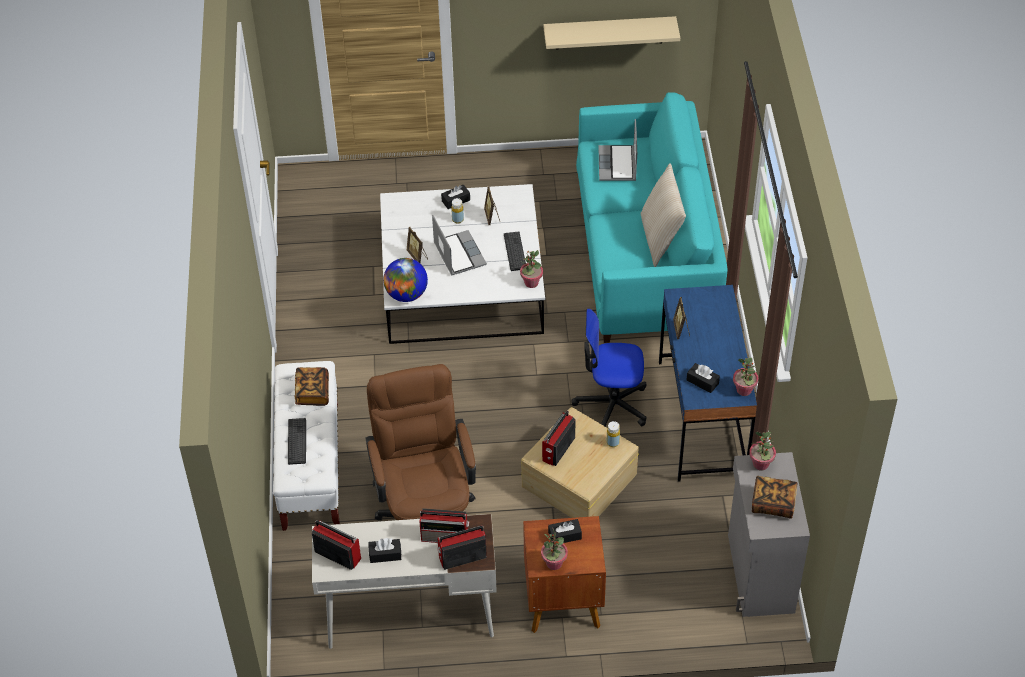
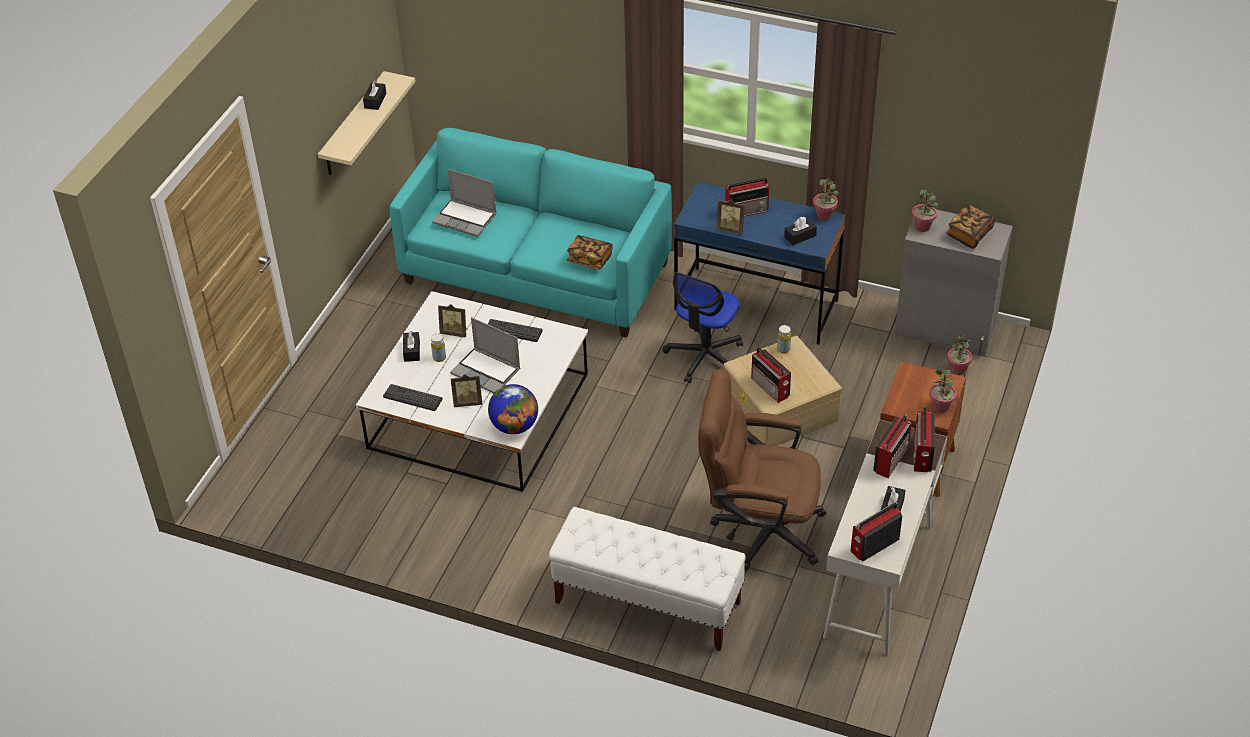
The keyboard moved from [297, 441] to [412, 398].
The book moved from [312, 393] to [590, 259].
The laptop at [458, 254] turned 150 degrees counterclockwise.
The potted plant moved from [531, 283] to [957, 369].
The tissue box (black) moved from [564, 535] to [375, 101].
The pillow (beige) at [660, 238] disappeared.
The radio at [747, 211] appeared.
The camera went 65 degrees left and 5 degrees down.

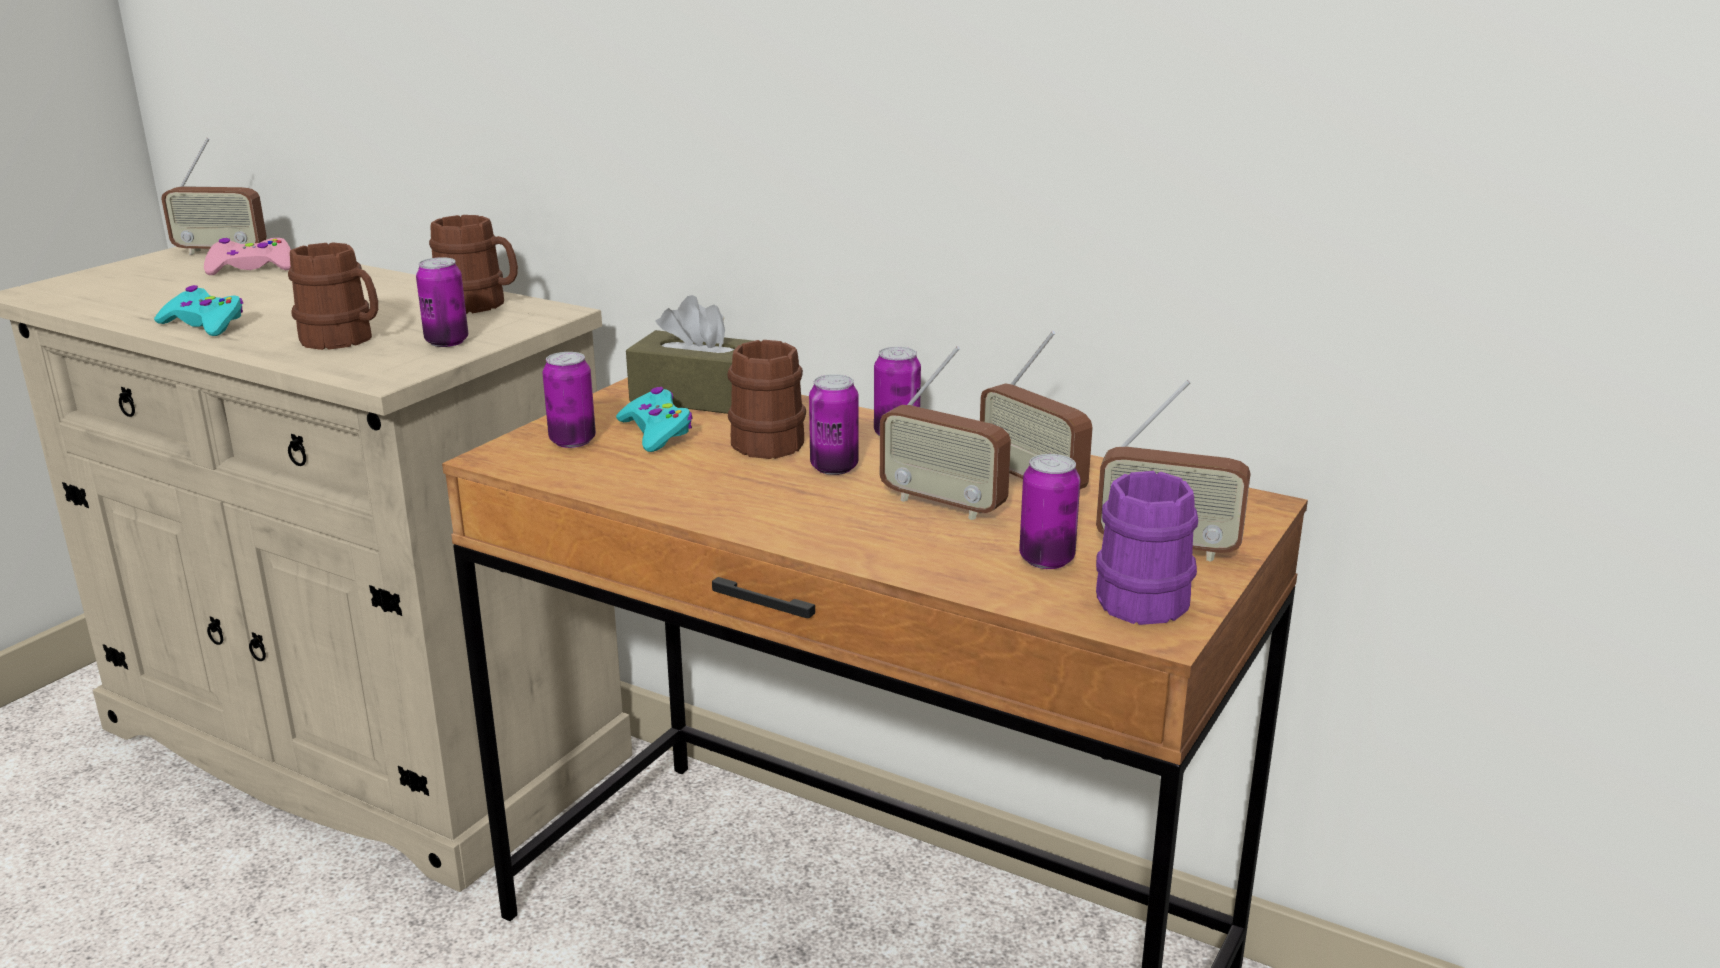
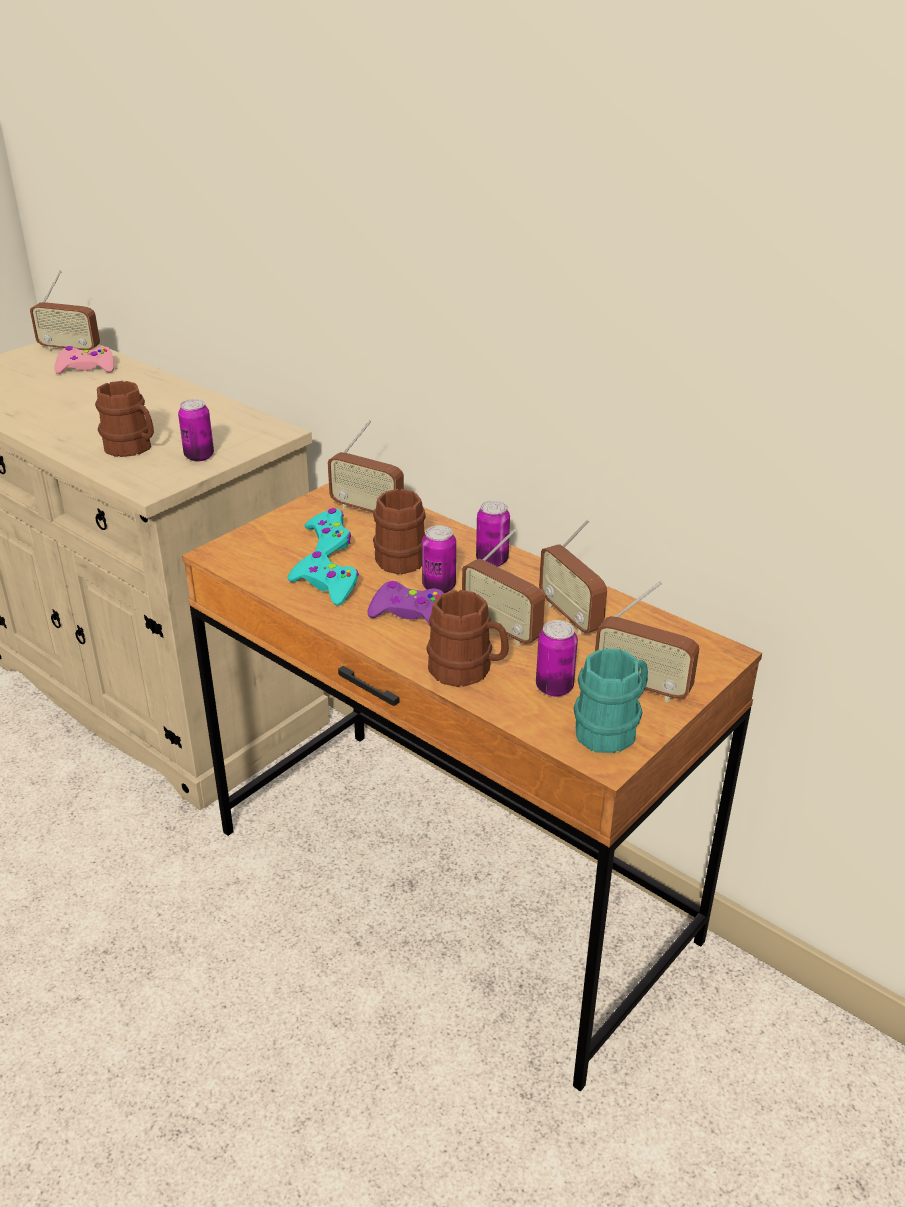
The game controller (turquoise) moved from [204, 324] to [326, 586].
The mug (brown) moved from [479, 305] to [467, 671].
The can at [572, 441] disappeared.
The tissue box (brown) at [699, 397] was replaced by the radio at [367, 510].
The mug (purple) at [1149, 596] became the mug (turquoise) at [612, 728].
The game controller (purple) at [409, 614] appeared.
The camera went 10 degrees right and 10 degrees up.

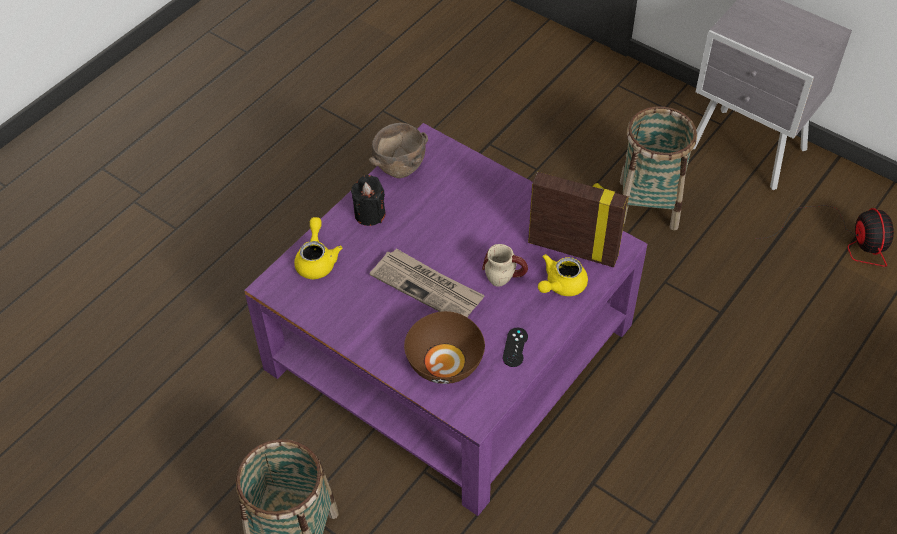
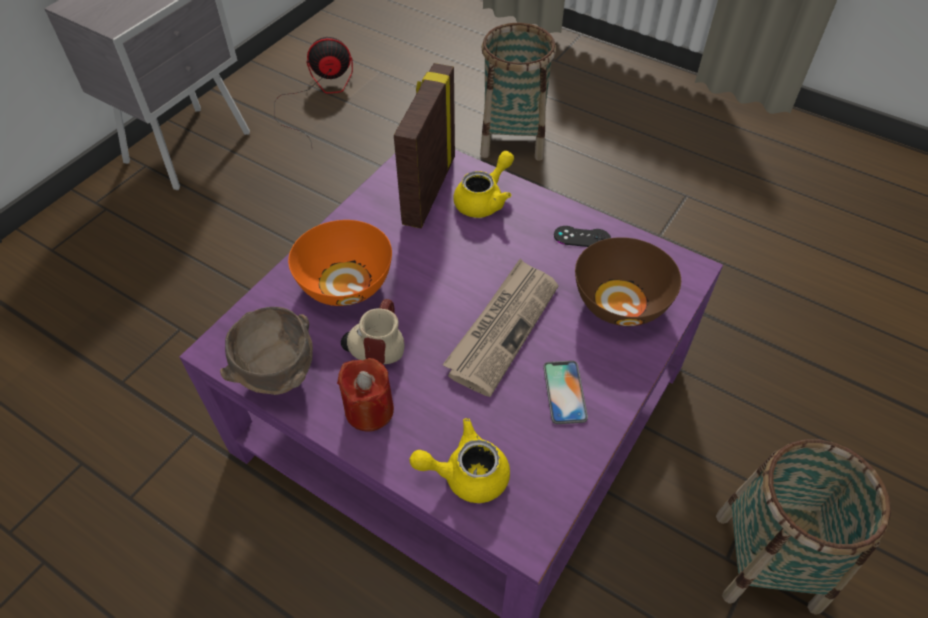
The candle (black) at [369, 214] became the candle (red) at [369, 410].
The mug moved from [506, 272] to [375, 345].
The teapot (yellow) at [561, 285] turned 90 degrees counterclockwise.
The basket moved from [648, 205] to [513, 138].
The bowl (orange) at [346, 282] appeared.
The phone at [564, 392] appeared.
The camera went 95 degrees left and 0 degrees up.

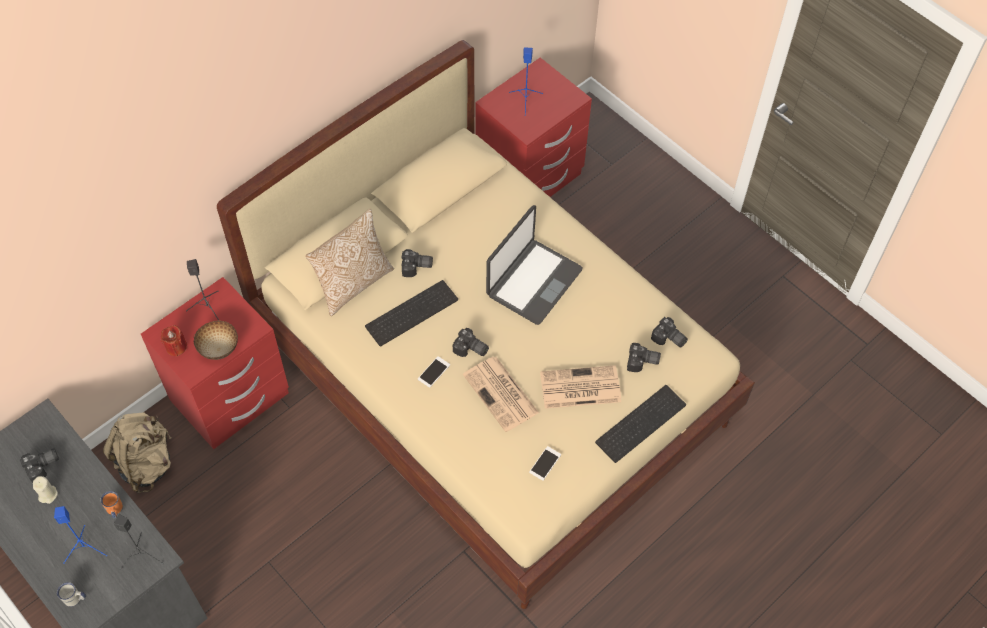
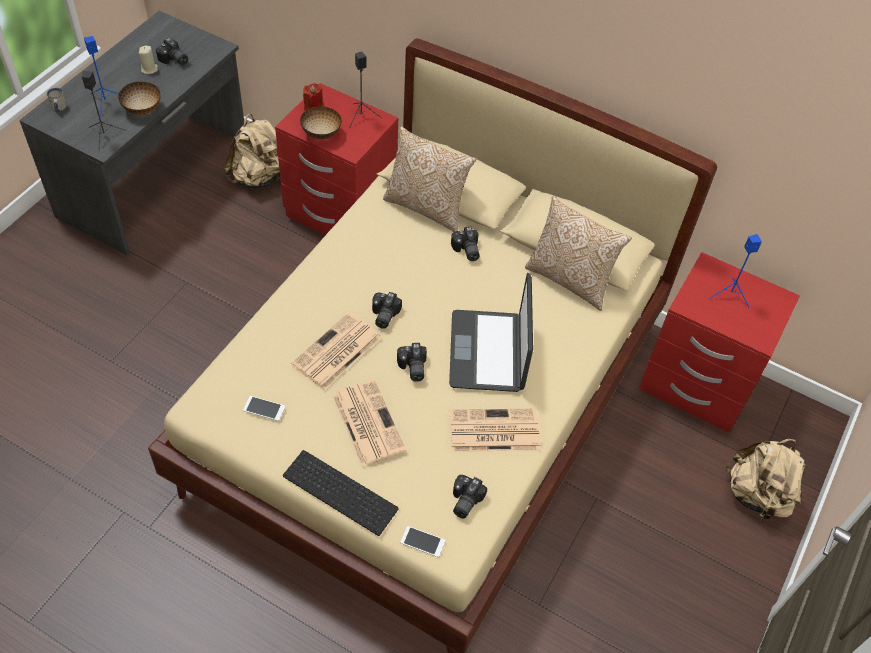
The mug (orange) at [115, 510] was replaced by the bowl at [142, 110].
The keyboard at [411, 311] disappeared.
The phone moved from [433, 372] to [422, 541].
The laptop at [533, 282] turned 75 degrees clockwise.
The photo camera moved from [642, 362] to [412, 368].
The newspaper at [493, 431] appeared.
The pillow at [570, 279] appeared.
The backpack (beige) at [757, 494] appeared.
The camera went 70 degrees right and 5 degrees down.

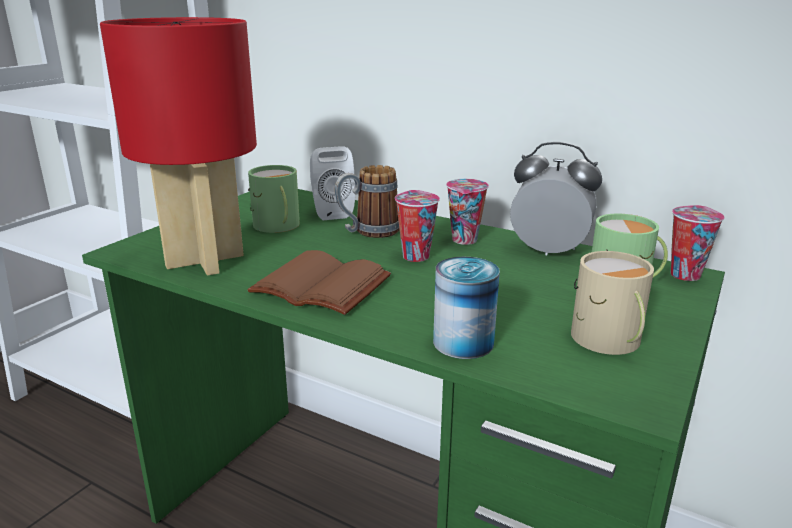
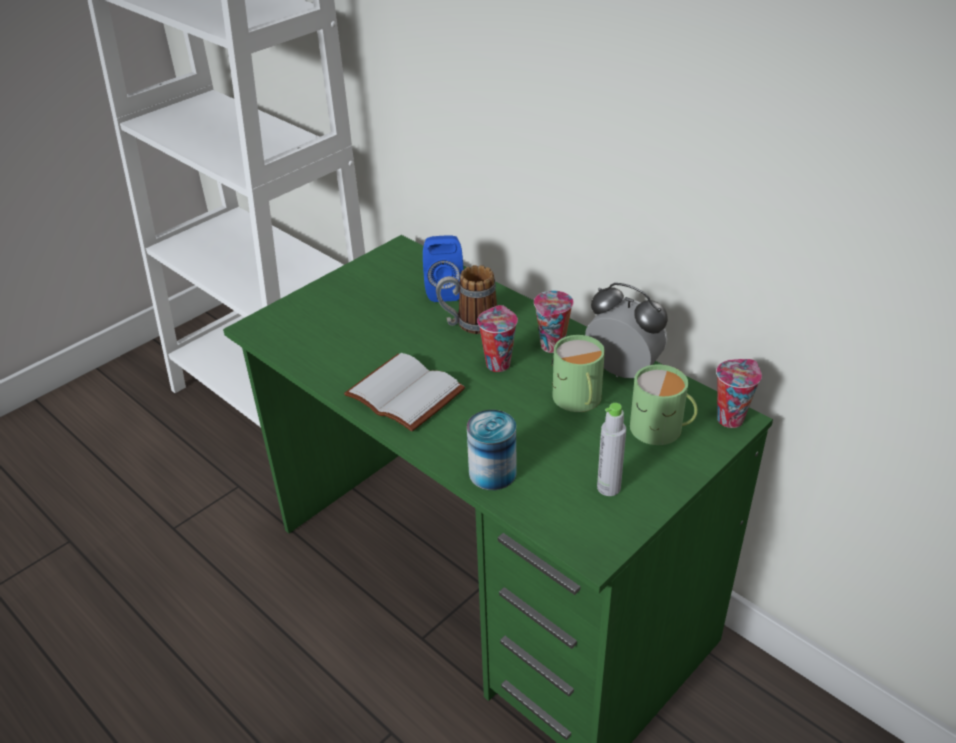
The table lamp (red) at [204, 260] disappeared.
The book (brown) at [317, 287] became the book (white) at [401, 395].
The mug (green) moved from [277, 226] to [578, 399].
The speaker (white) at [331, 212] became the speaker (blue) at [444, 290].
The mug (beige) at [609, 341] was replaced by the bottle (grey) at [608, 487].
The camera went 15 degrees right and 15 degrees up.

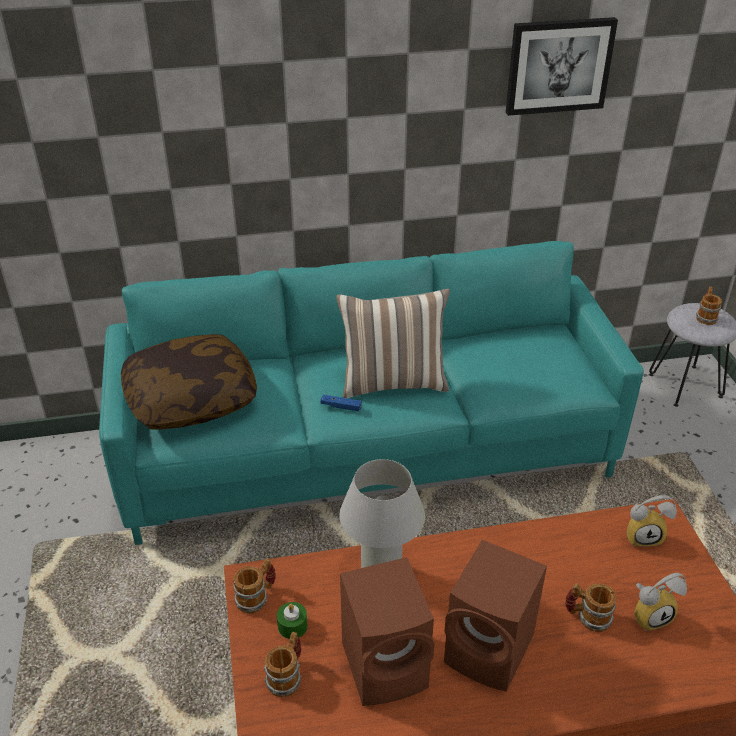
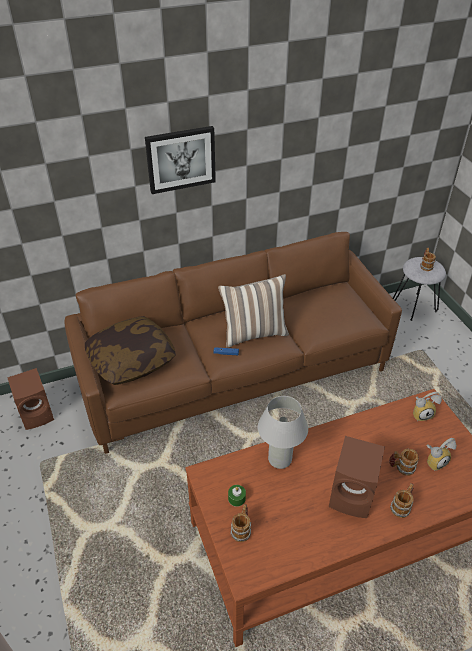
The sofa (turquoise) at [368, 457] became the sofa (brown) at [236, 377].
The mug moved from [257, 597] to [402, 506].
The speaker (brown) moved from [388, 665] to [38, 414].
The picture moved from [558, 65] to [180, 159].
The camera went 10 degrees left and 5 degrees up.

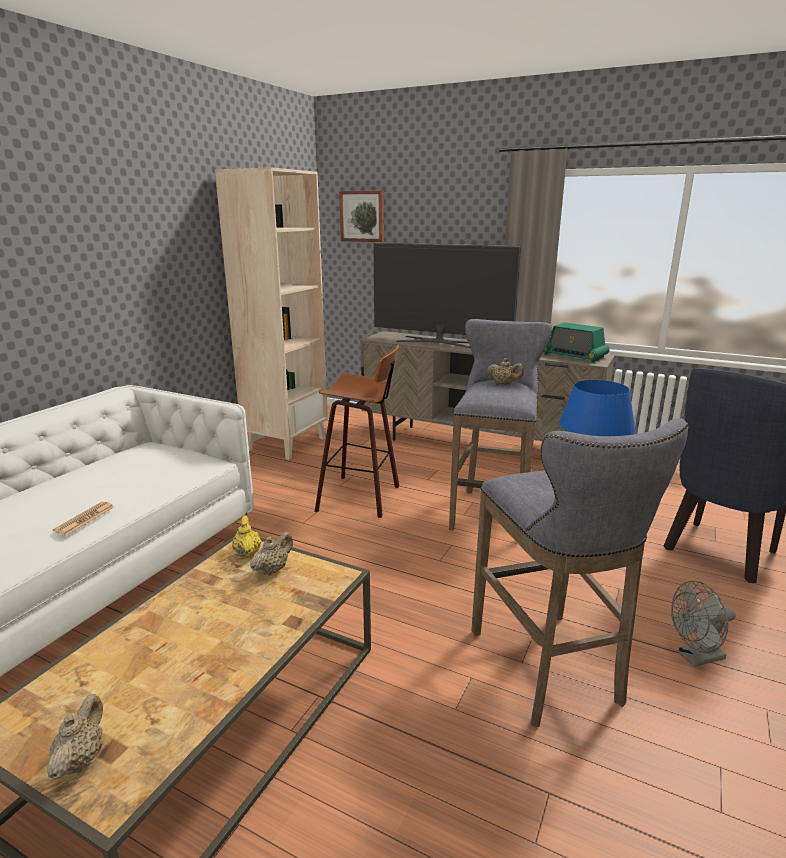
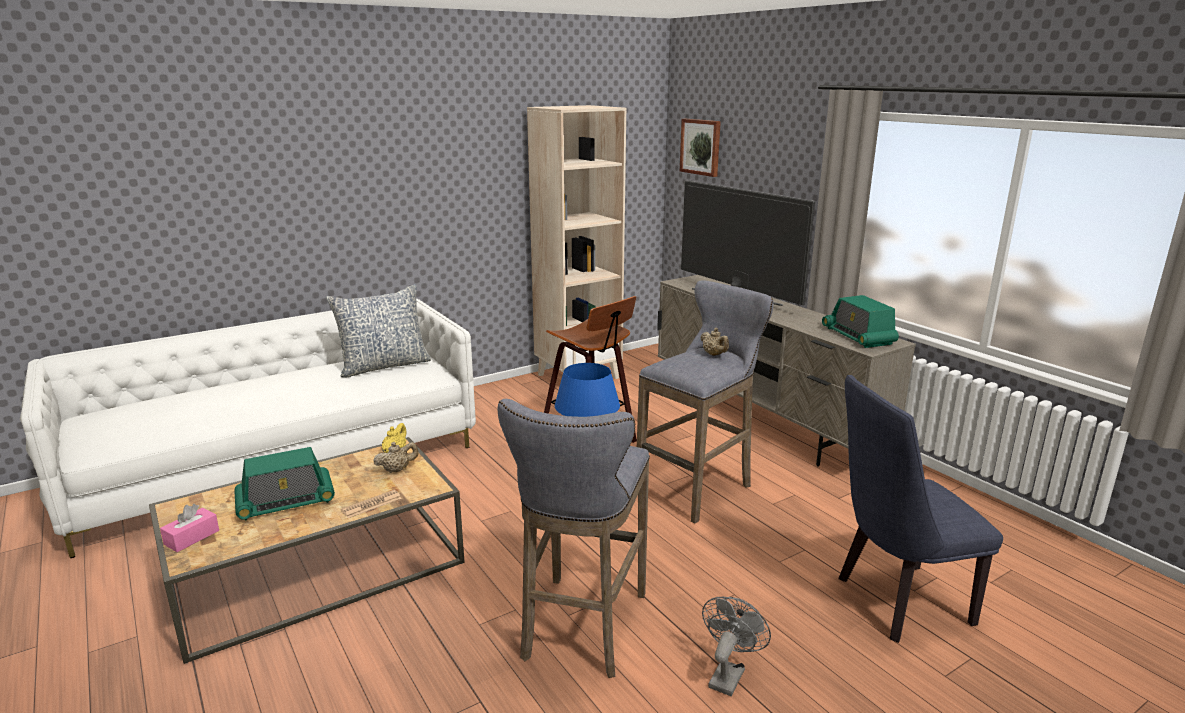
The teapot (beige) at [81, 759] was replaced by the tissue box (pink) at [192, 537].
The newspaper moved from [85, 519] to [371, 504].
The fan (grey) at [695, 658] turned 105 degrees clockwise.
The radio at [286, 502] appeared.
The pillow at [384, 366] appeared.
The camera went 30 degrees right and 0 degrees up.

